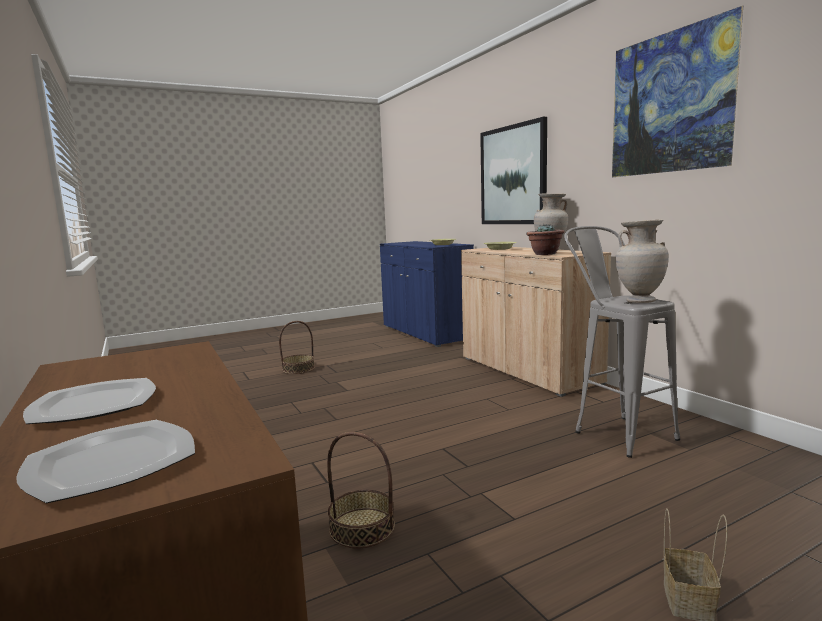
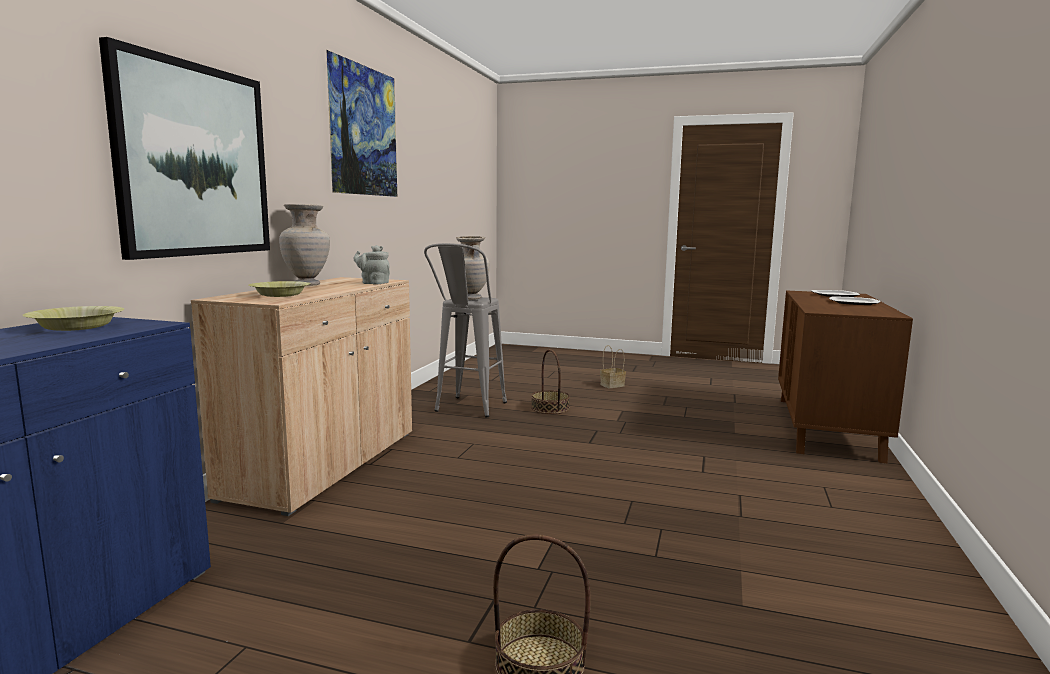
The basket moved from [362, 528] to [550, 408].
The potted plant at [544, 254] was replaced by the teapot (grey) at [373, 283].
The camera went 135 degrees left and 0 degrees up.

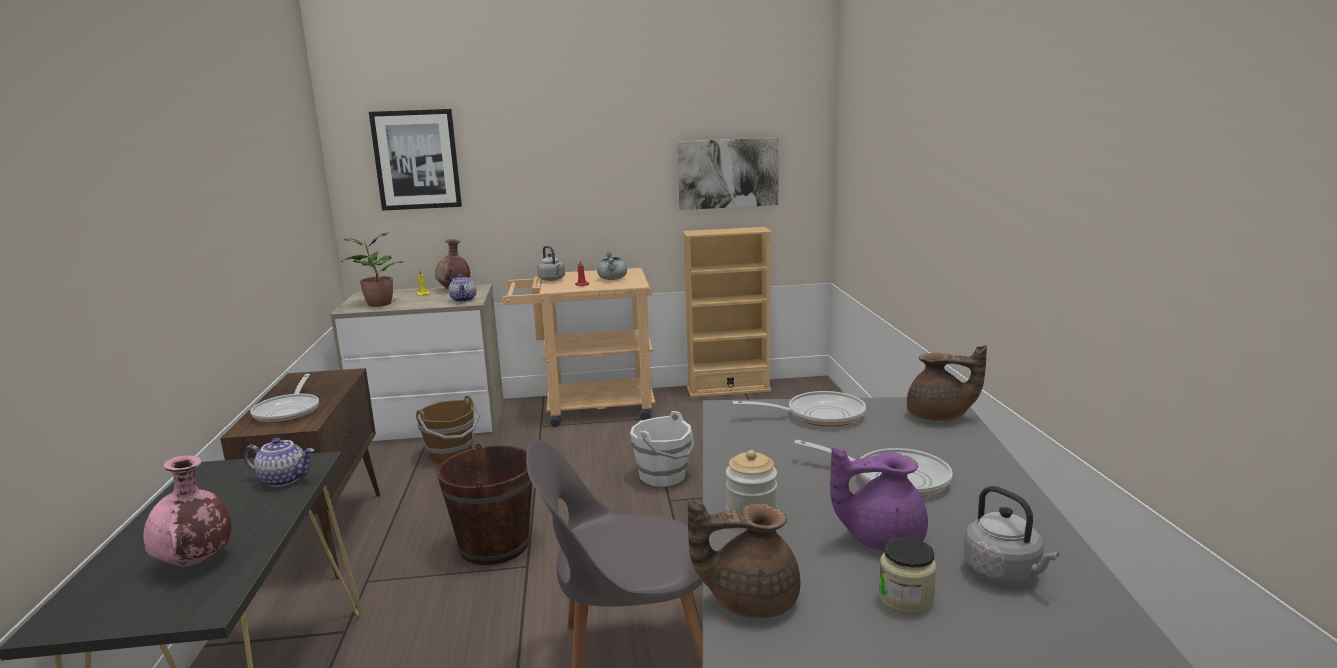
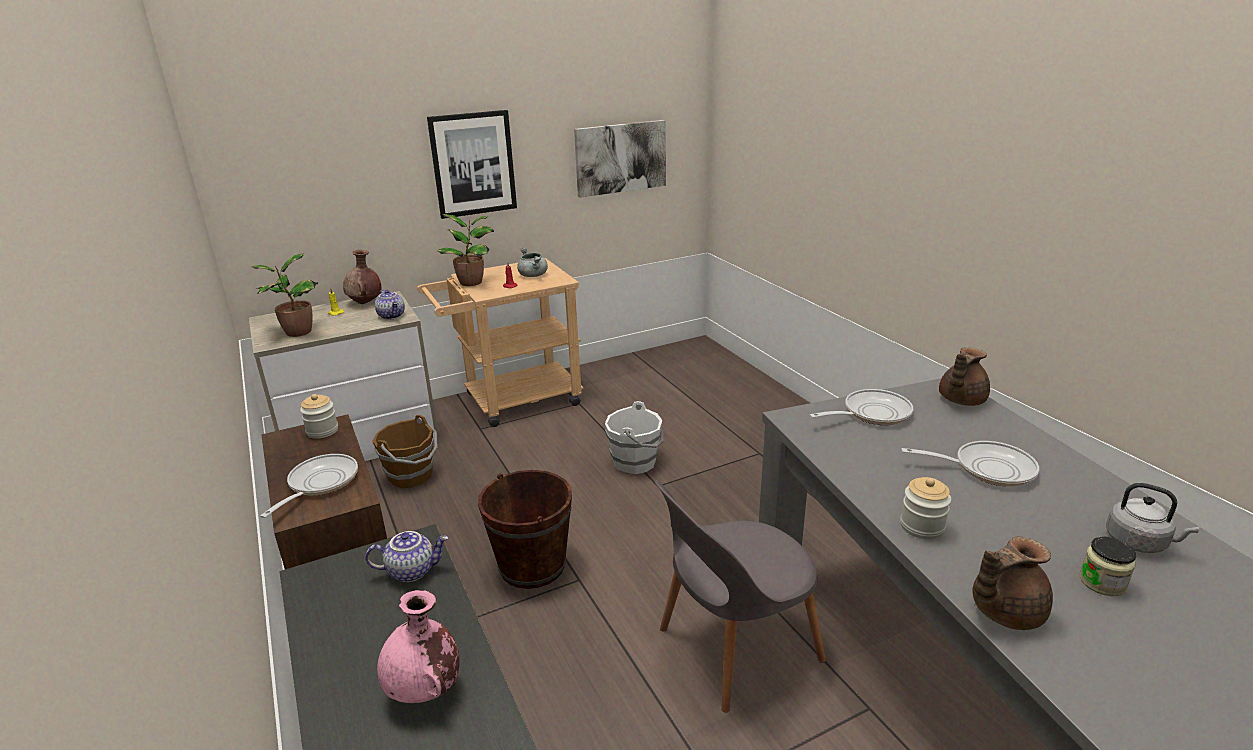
The frying pan at [289, 411] turned 135 degrees counterclockwise.
The picture moved from [416, 160] to [473, 164].
The kettle (grey) at [552, 279] was replaced by the potted plant at [472, 282].
The bookcase (beige) at [728, 389] disappeared.
The teapot (purple) at [880, 538] disappeared.
The teapot (brown) at [939, 416] turned 135 degrees clockwise.
The jar at [322, 431] appeared.
The camera went 20 degrees left and 10 degrees up.

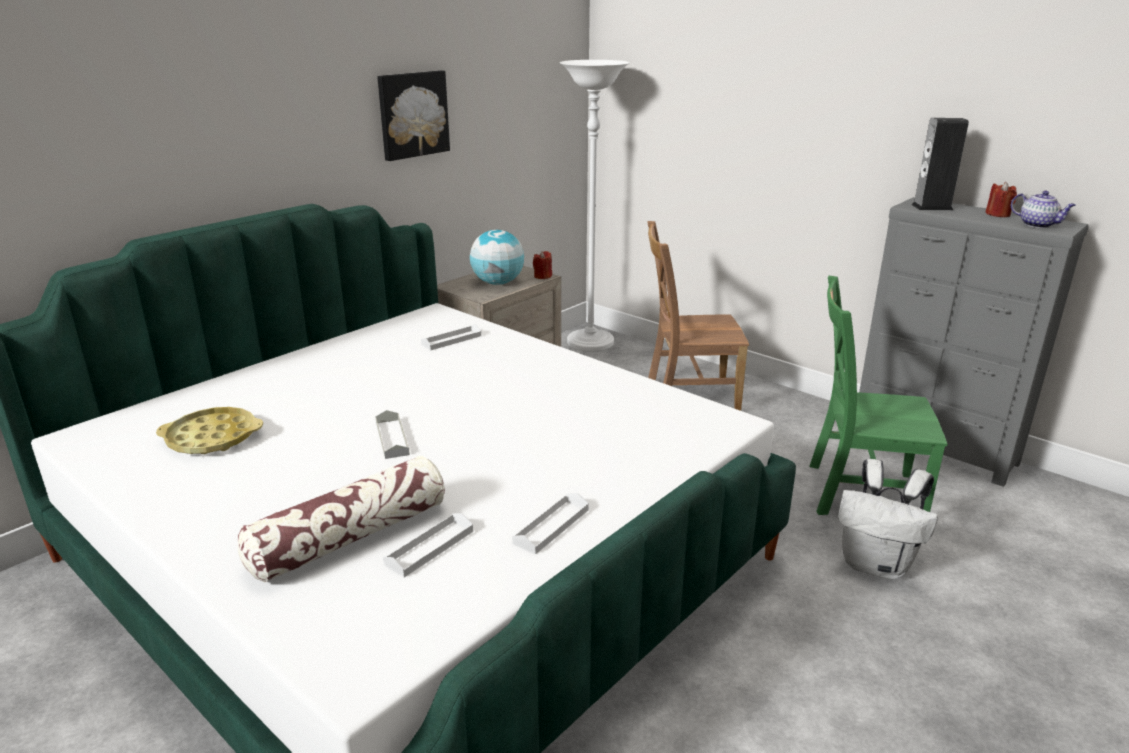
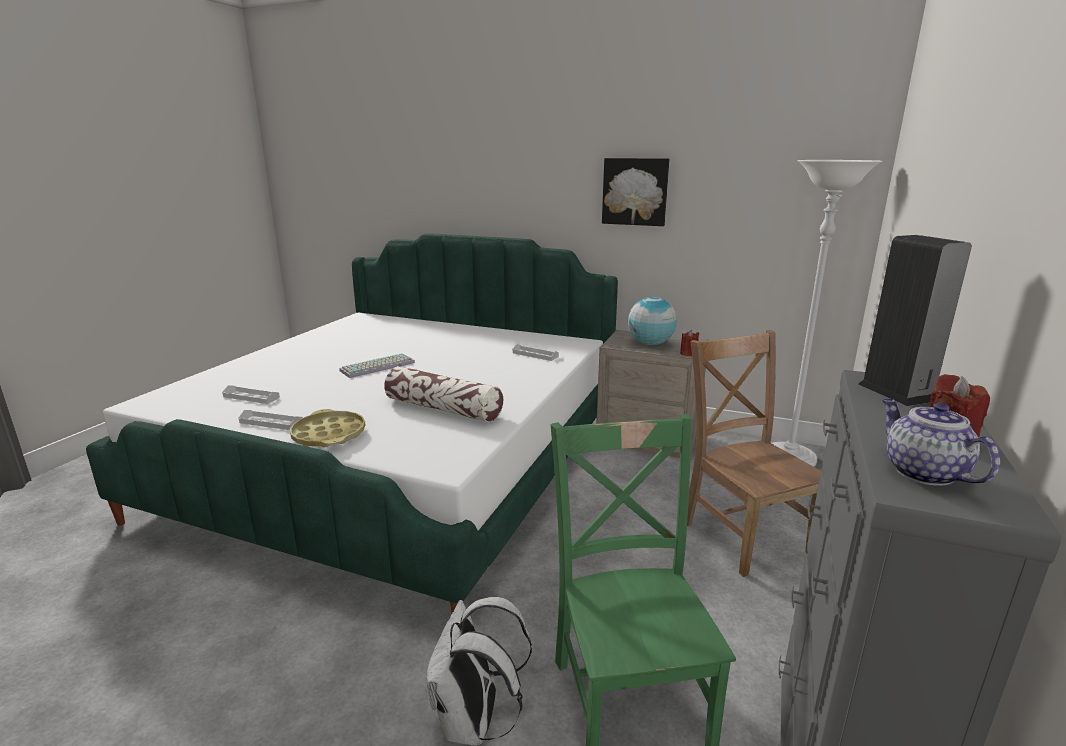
The tray (yellow) moved from [212, 438] to [329, 435].
The pillow moved from [350, 537] to [443, 408].
The tray (grey) at [392, 438] was replaced by the keyboard at [377, 367].
The teapot at [1038, 225] turned 135 degrees clockwise.
The camera went 70 degrees right and 5 degrees down.

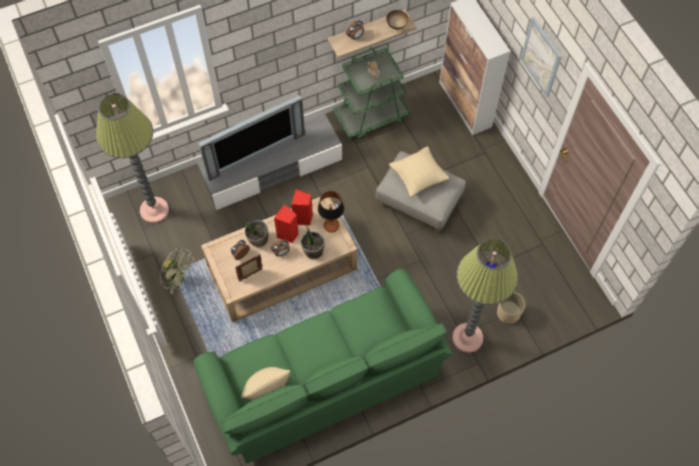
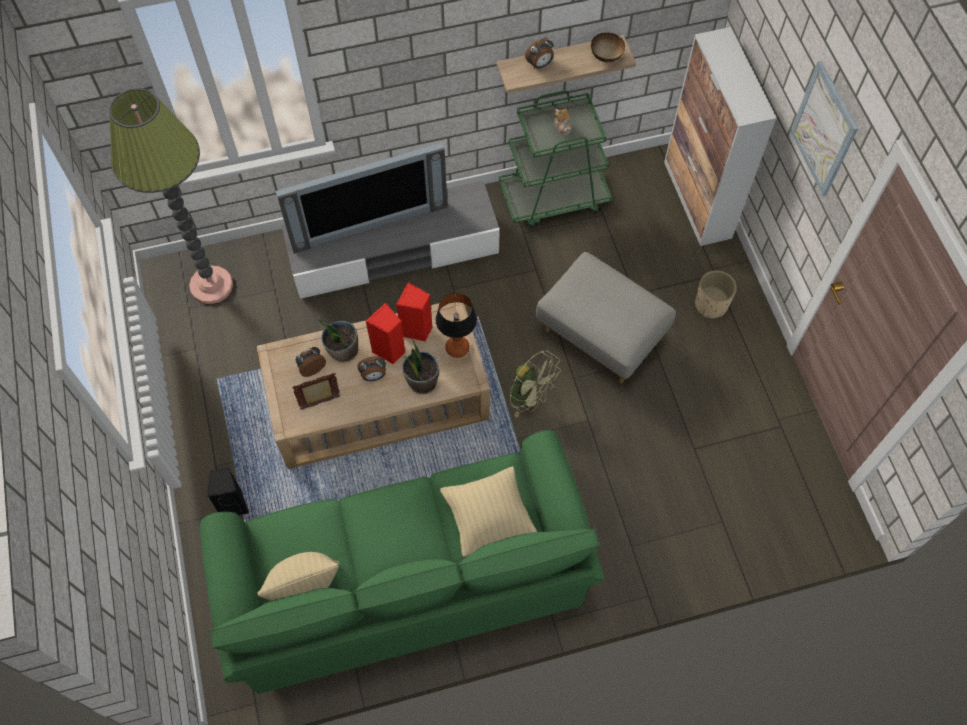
The fan (green) moved from [179, 279] to [529, 397].
The pillow (beige) moved from [418, 177] to [488, 518].
The floor lamp at [467, 338] disappeared.
The planter (beige) moved from [508, 313] to [711, 305].
The speaker (black) at [234, 504] appeared.
The camera went 10 degrees right and 0 degrees up.

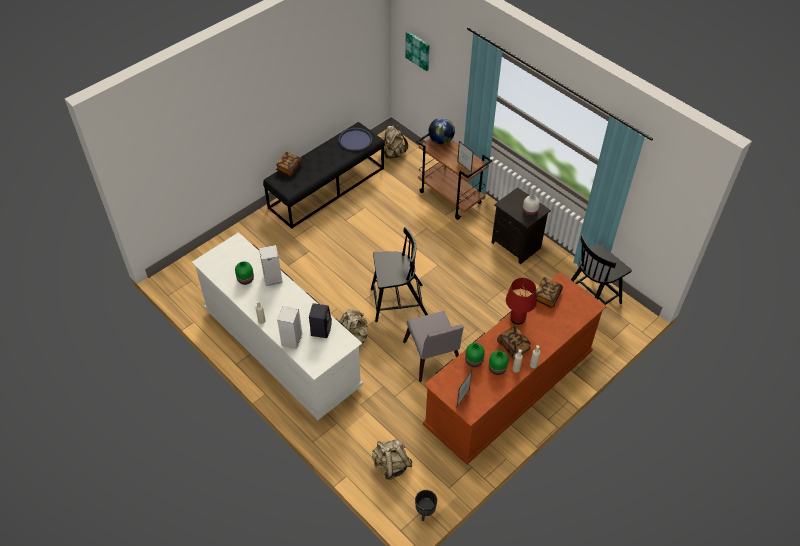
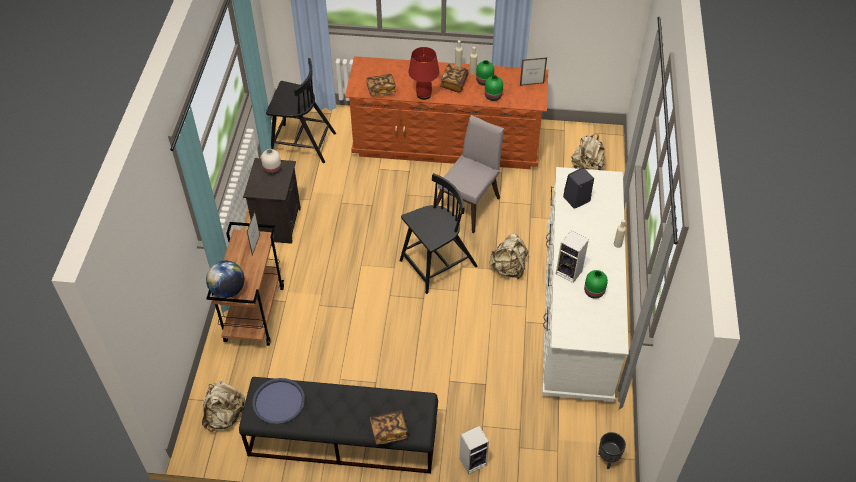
The speaker moved from [292, 340] to [473, 461].
The chair (black) at [397, 302] turned 105 degrees clockwise.
The picture at [418, 50] disappeared.
The planter (black) moved from [425, 512] to [608, 459].
The camera went 130 degrees left and 0 degrees up.

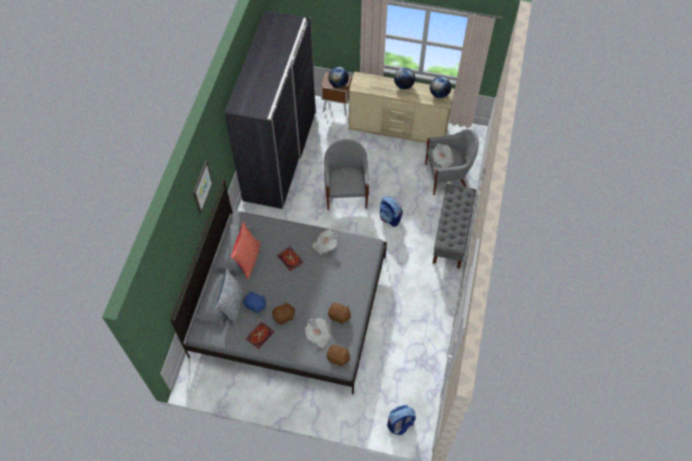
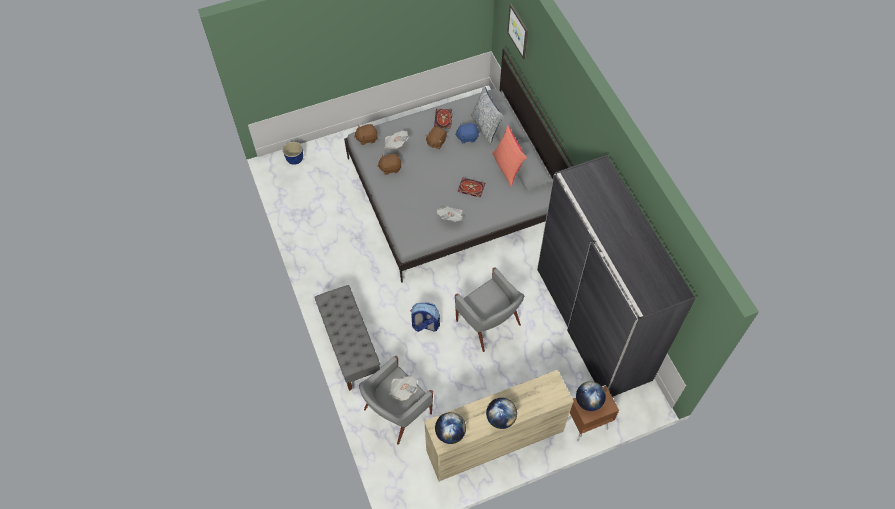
The picture moved from [201, 187] to [518, 31].
The backpack at [400, 424] was replaced by the planter at [295, 159].
The camera went 145 degrees right and 0 degrees up.

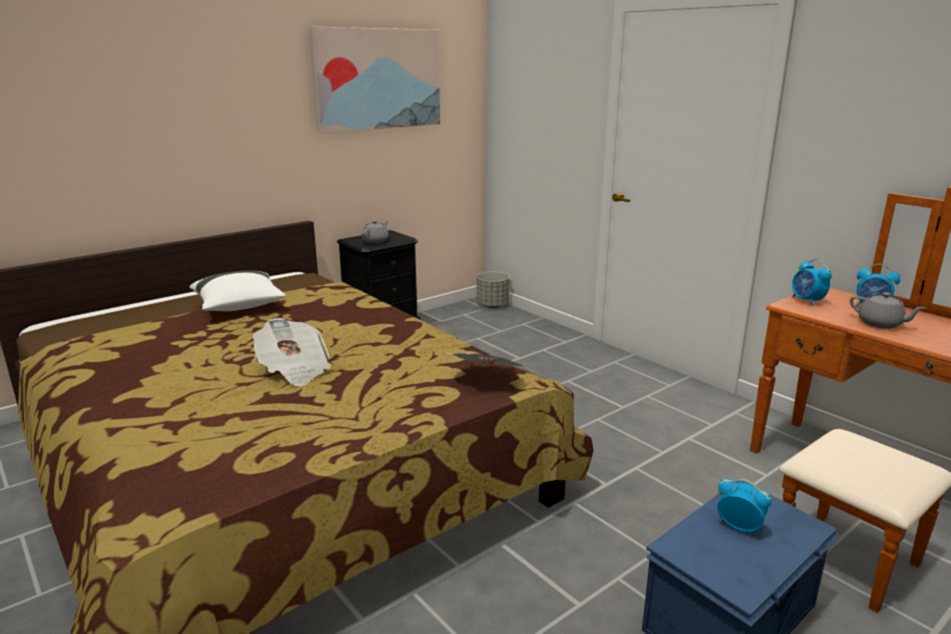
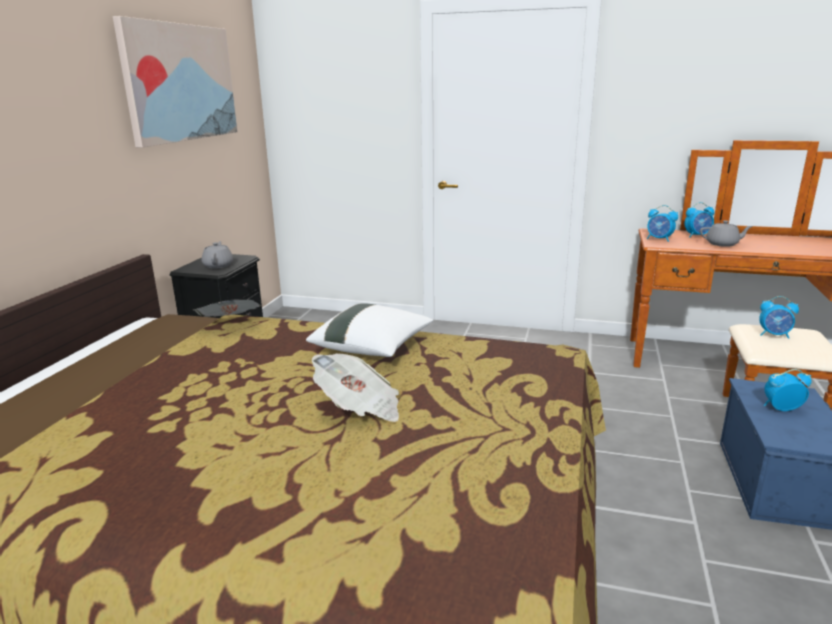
The pillow (white) moved from [239, 306] to [373, 348].
The newspaper moved from [487, 379] to [230, 325].
The planter (grey) at [493, 305] disappeared.
The alarm clock at [774, 335] appeared.
The camera went 35 degrees left and 0 degrees up.

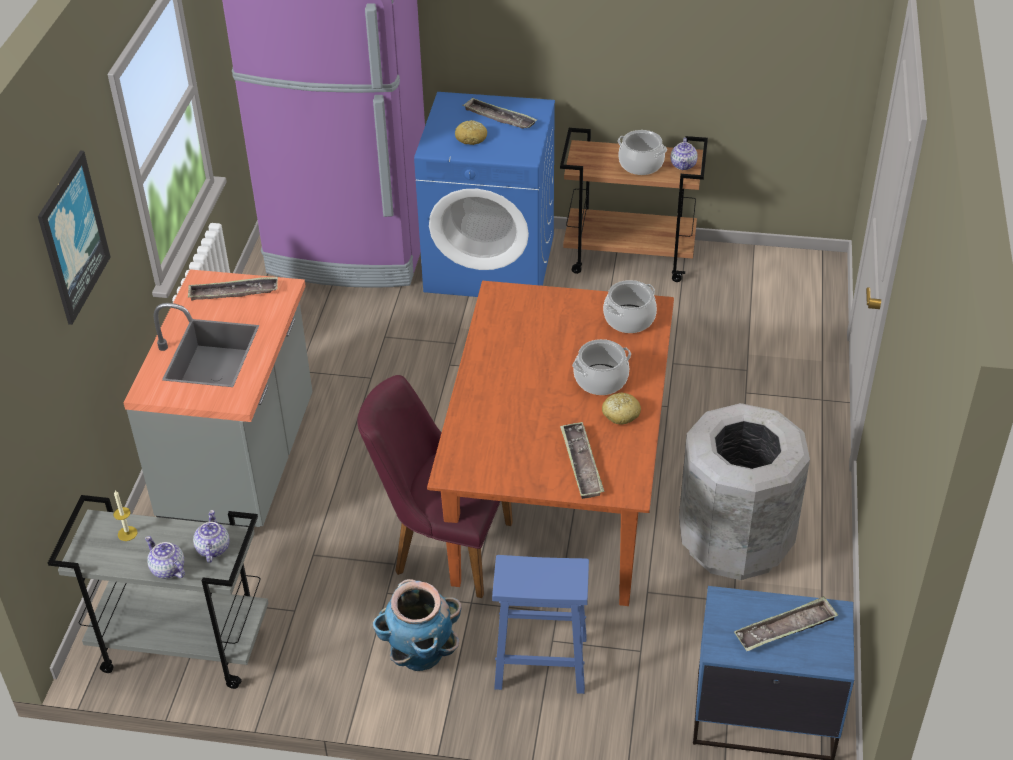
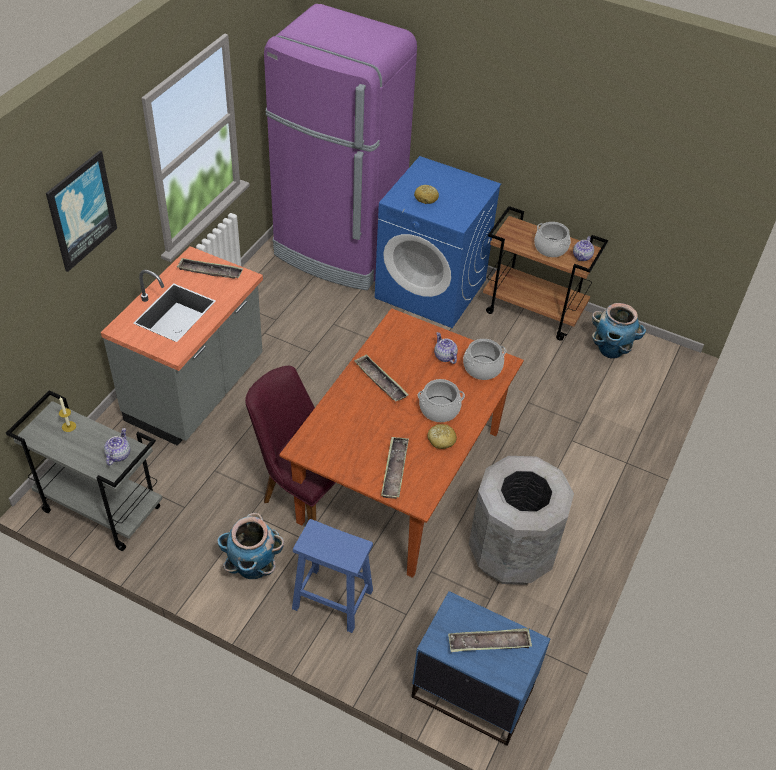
The teapot moved from [167, 569] to [444, 356].
The tray moved from [499, 118] to [380, 381].
The planter at [611, 350] appeared.
The camera went 15 degrees right and 5 degrees up.

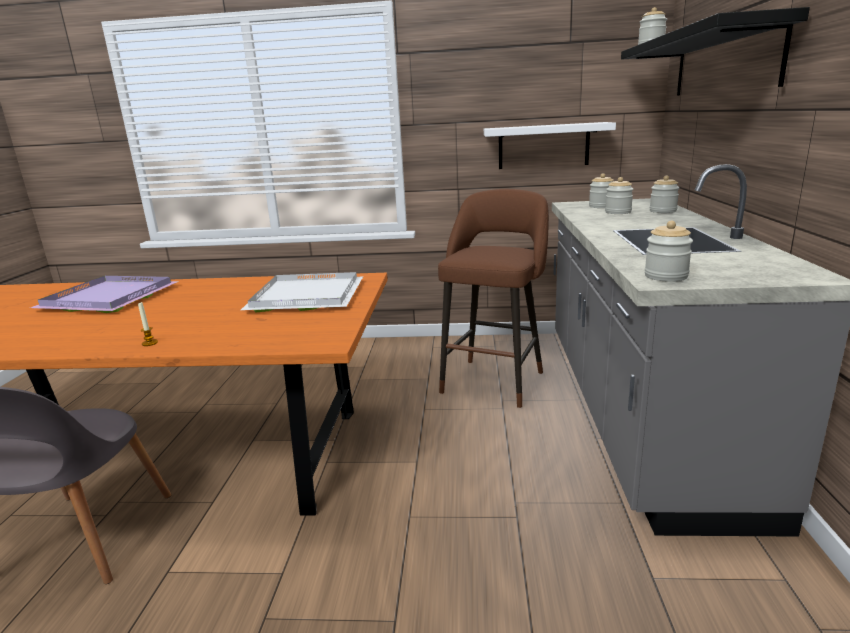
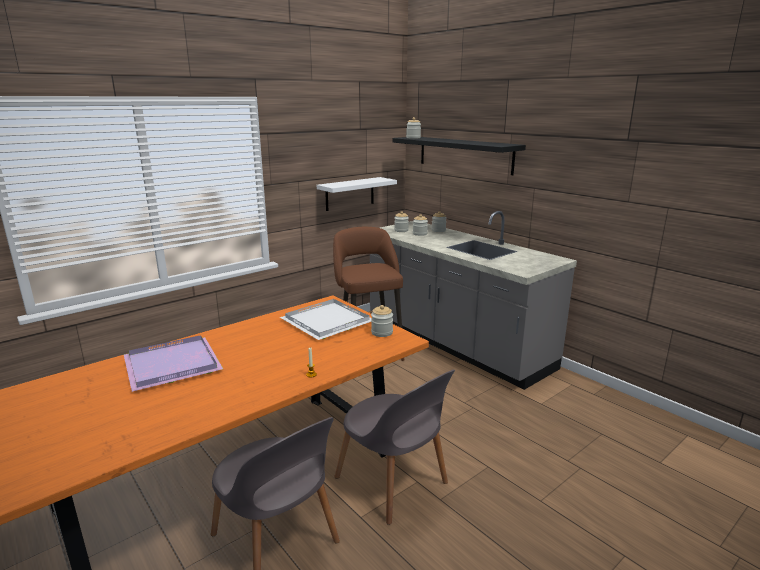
The jar moved from [666, 276] to [382, 332].
The chair (grey) at [393, 483] appeared.
The camera went 45 degrees left and 0 degrees up.

